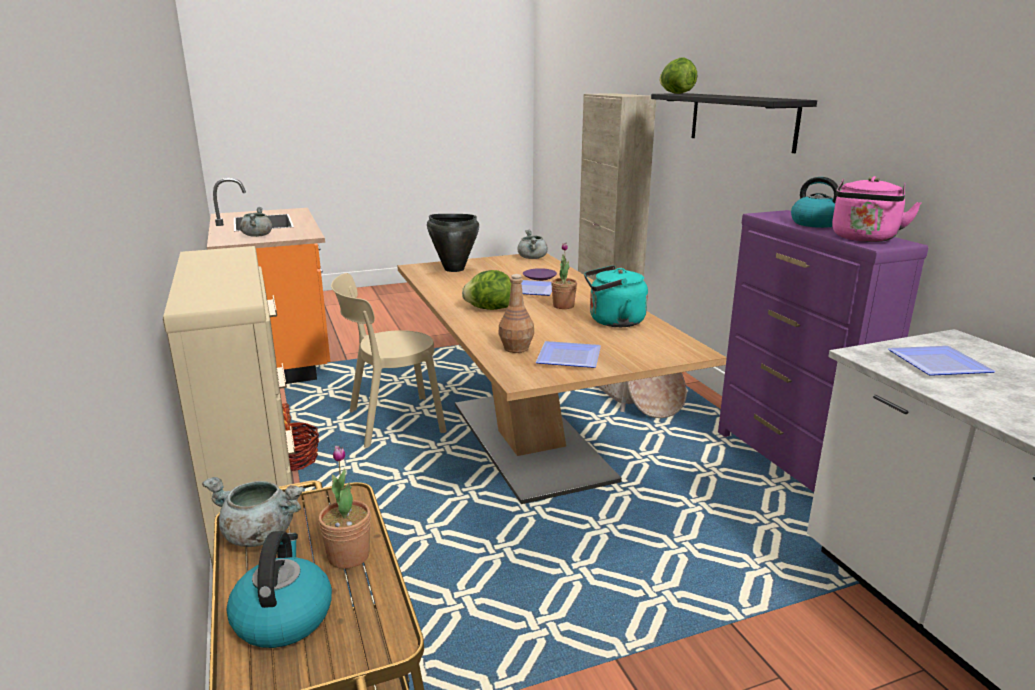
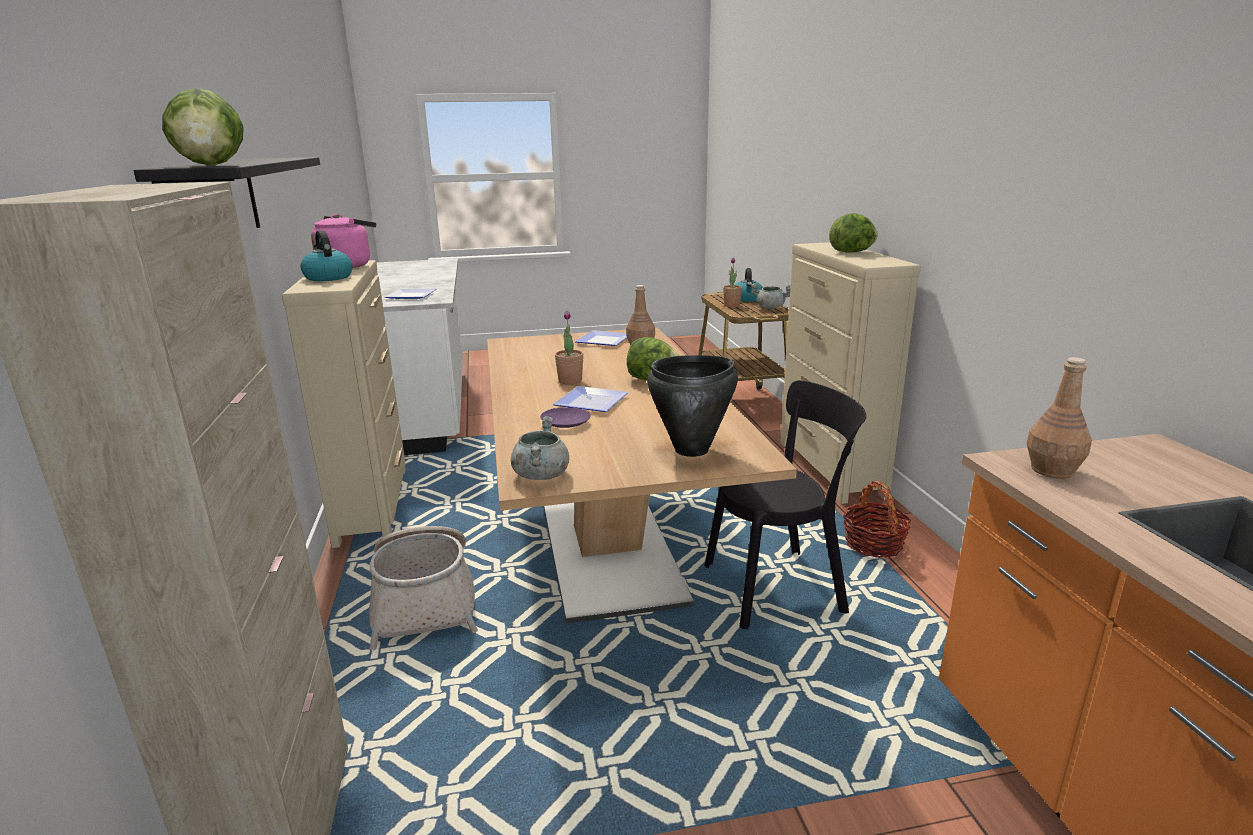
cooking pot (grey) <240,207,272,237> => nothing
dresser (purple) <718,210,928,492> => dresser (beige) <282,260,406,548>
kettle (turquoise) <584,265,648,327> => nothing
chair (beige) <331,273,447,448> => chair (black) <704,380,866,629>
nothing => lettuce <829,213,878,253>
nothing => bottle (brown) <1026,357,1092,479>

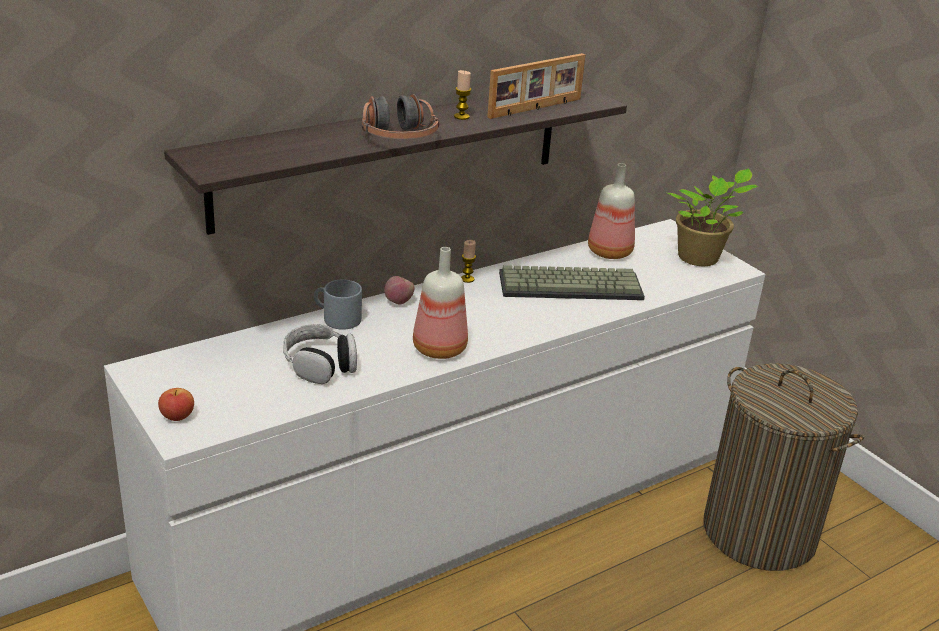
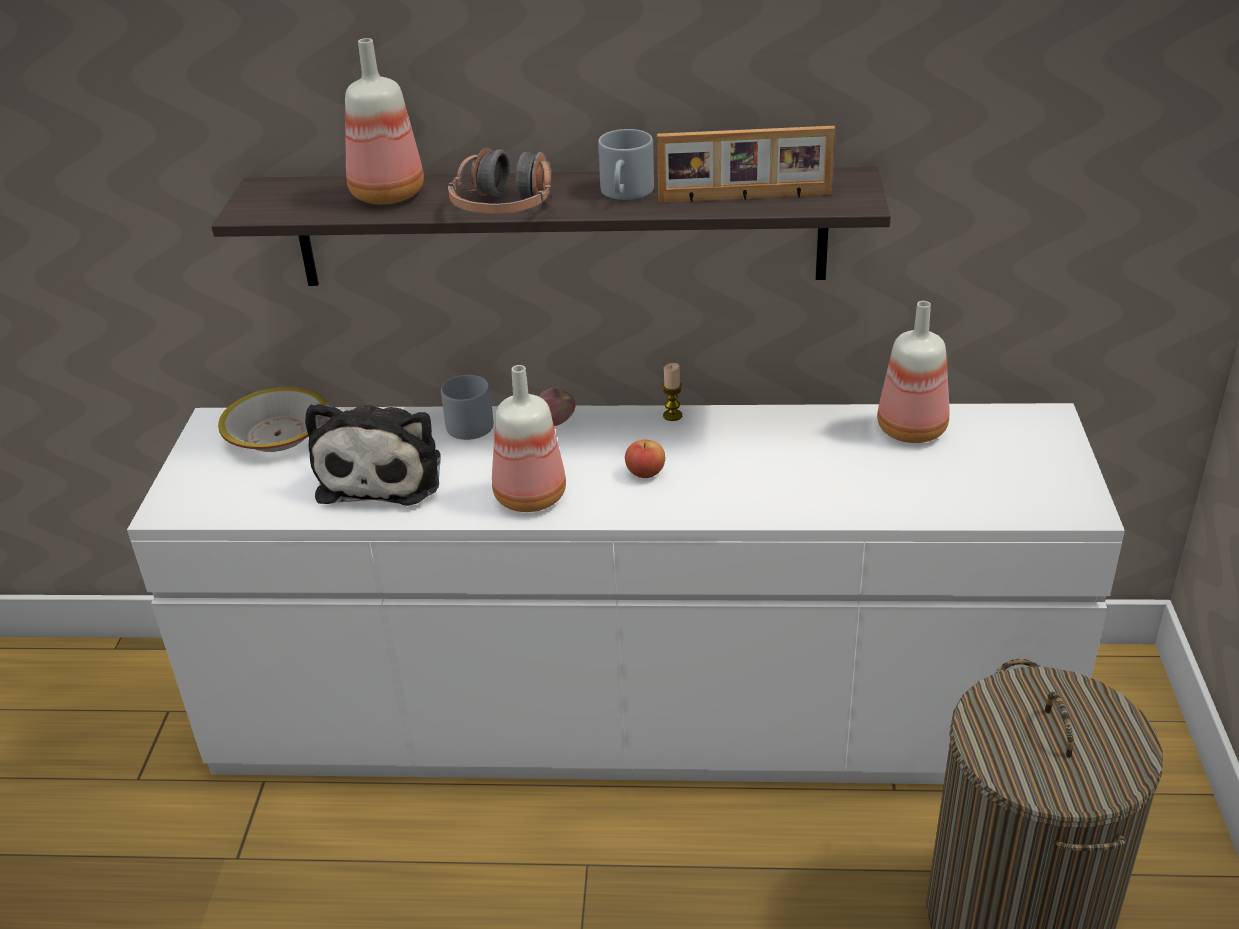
candle <454,70,471,120> => mug (grey) <598,129,654,200>
potted plant <668,169,758,266> => nothing
keyboard <499,265,645,300> => nothing
headphones <283,324,357,384> => plush toy <305,403,441,506>
apple <158,388,194,421> => apple <625,440,665,478>, moved
nothing => bottle <345,38,424,204>
nothing => bowl <218,387,328,452>

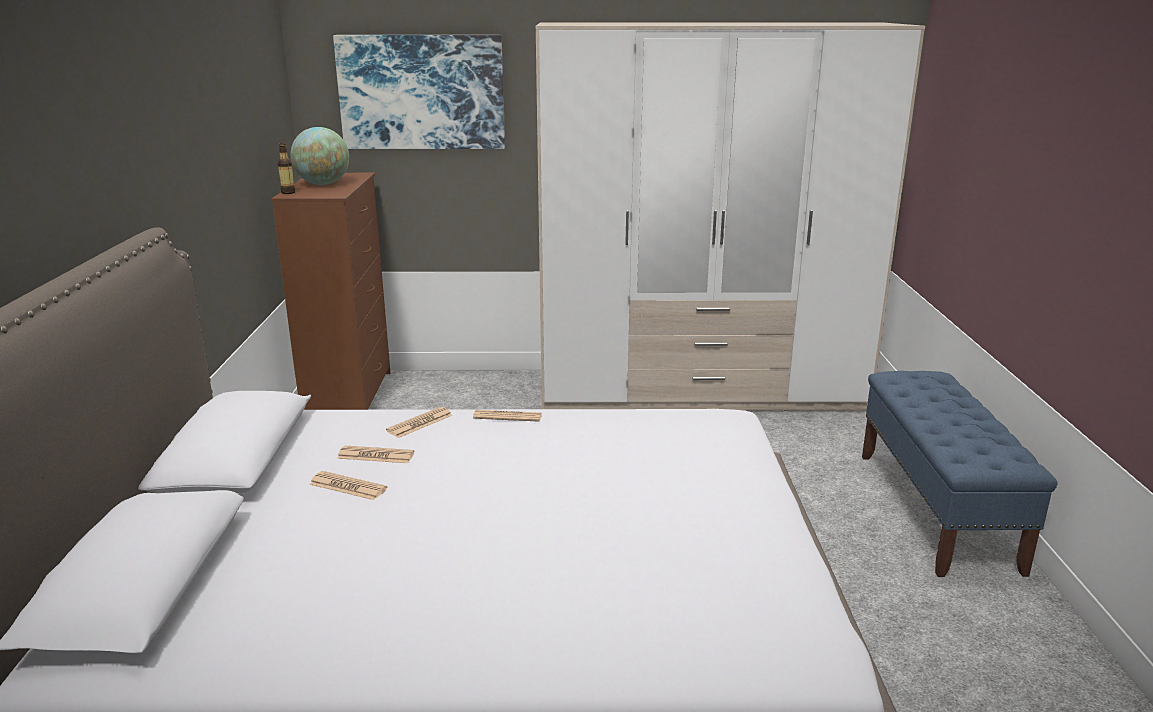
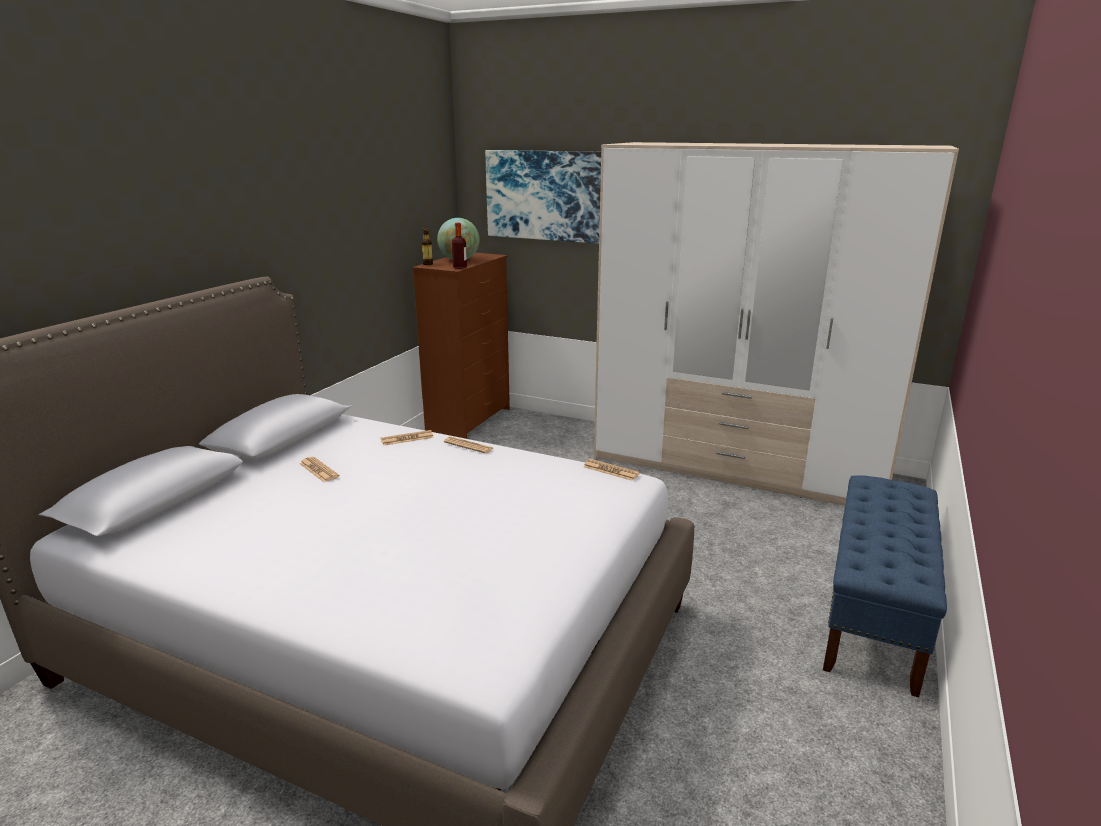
newspaper <337,446,414,463> => newspaper <584,459,640,481>, moved
nothing => bottle <452,223,467,269>

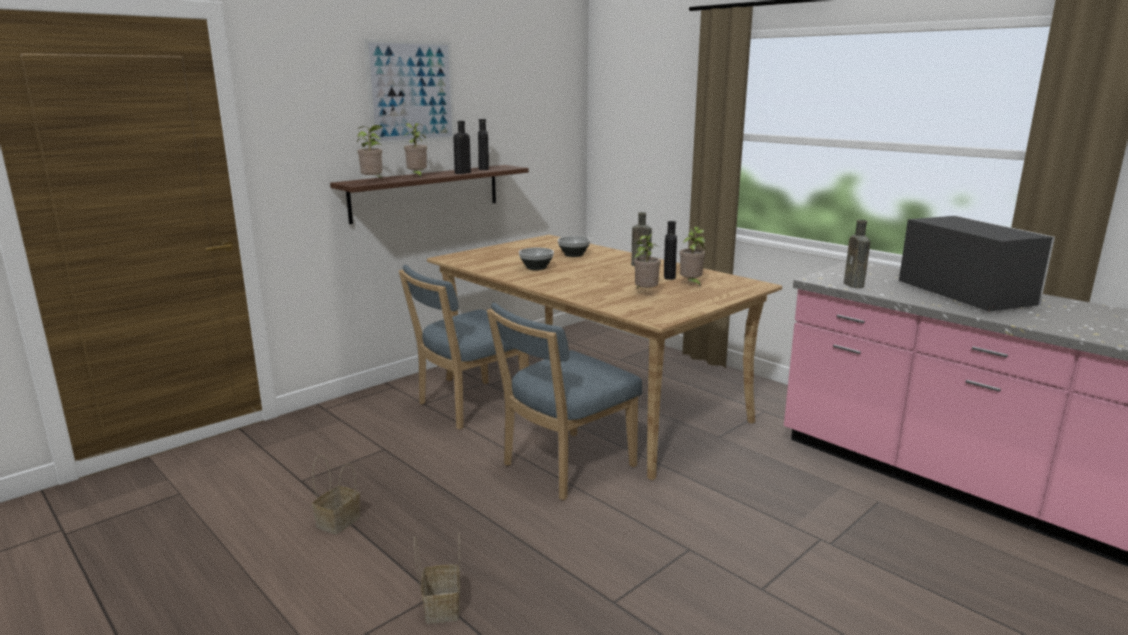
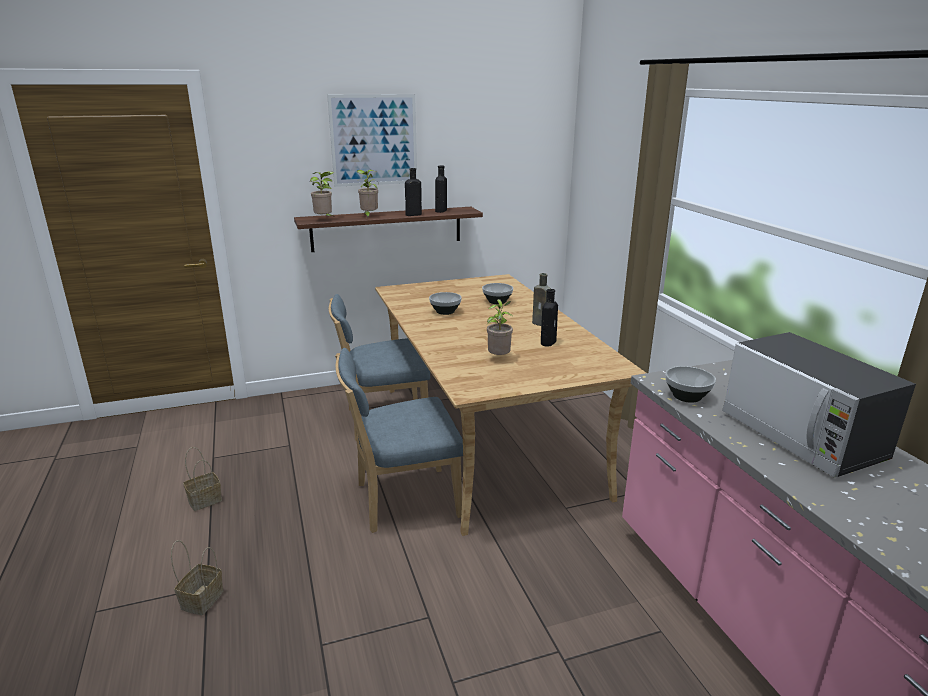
microwave <899,216,1055,312> => microwave <722,332,916,478>, 150 degrees clockwise
bottle (brown) <844,220,870,288> => bowl <665,366,716,403>
potted plant <680,227,705,286> => nothing

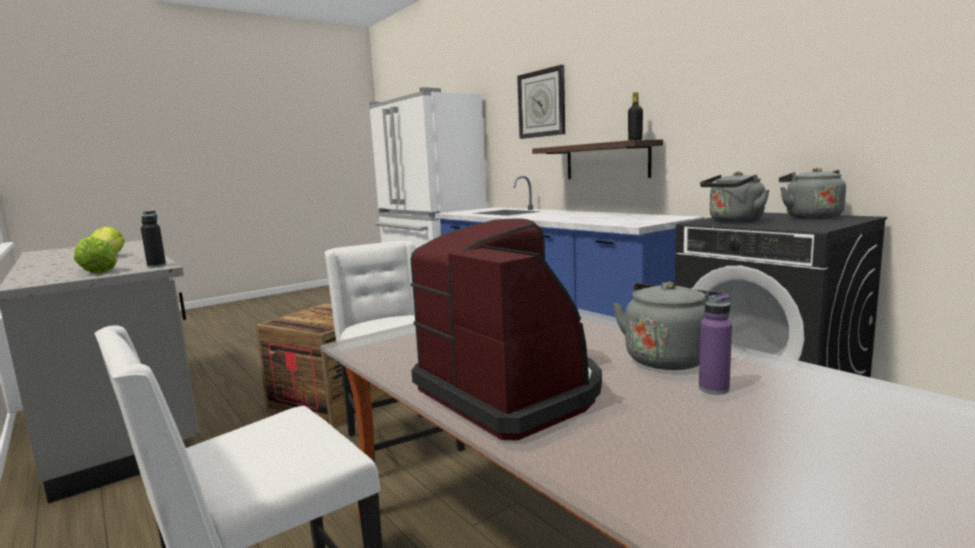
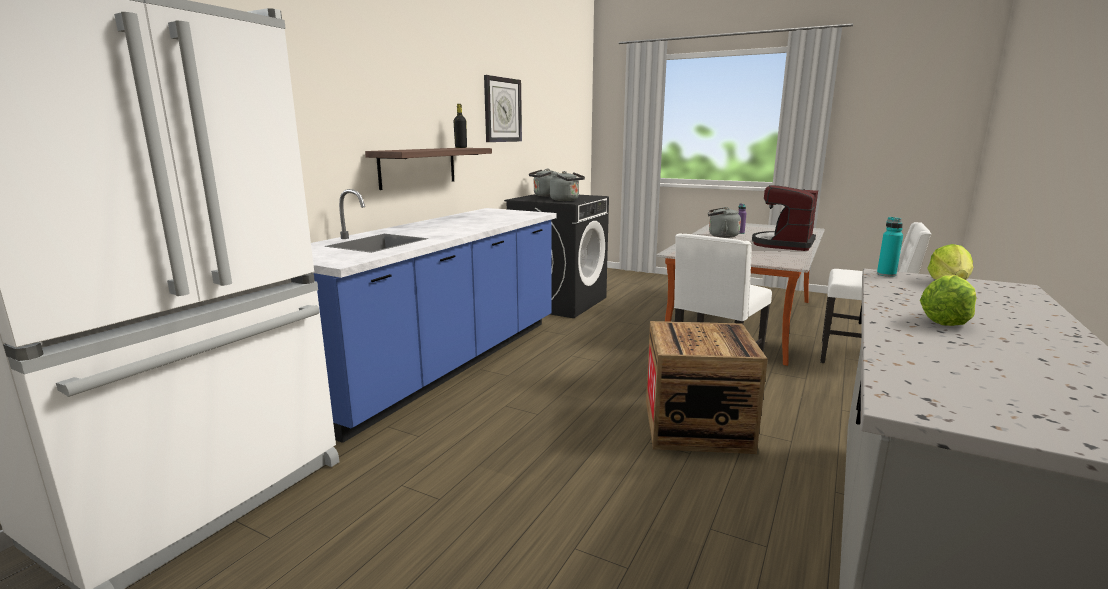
wall clock <517,65,565,139> => wall clock <484,75,522,142>, moved
bottle (black) <141,211,166,268> => bottle (turquoise) <877,217,903,277>

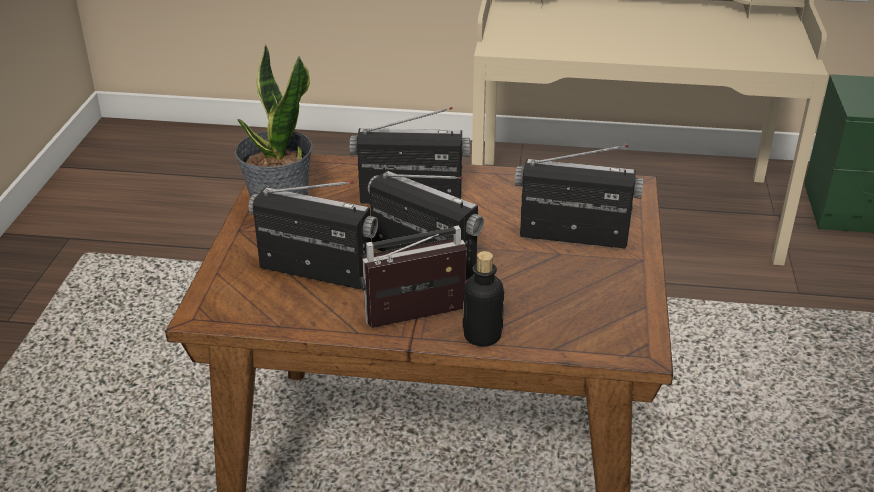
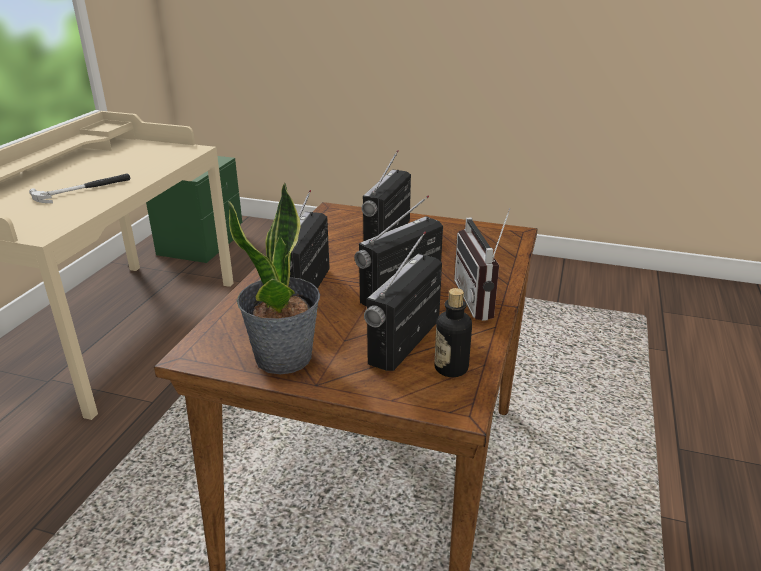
bottle <463,251,504,347> => bottle <434,288,472,377>, moved
nothing => hammer <29,173,130,203>

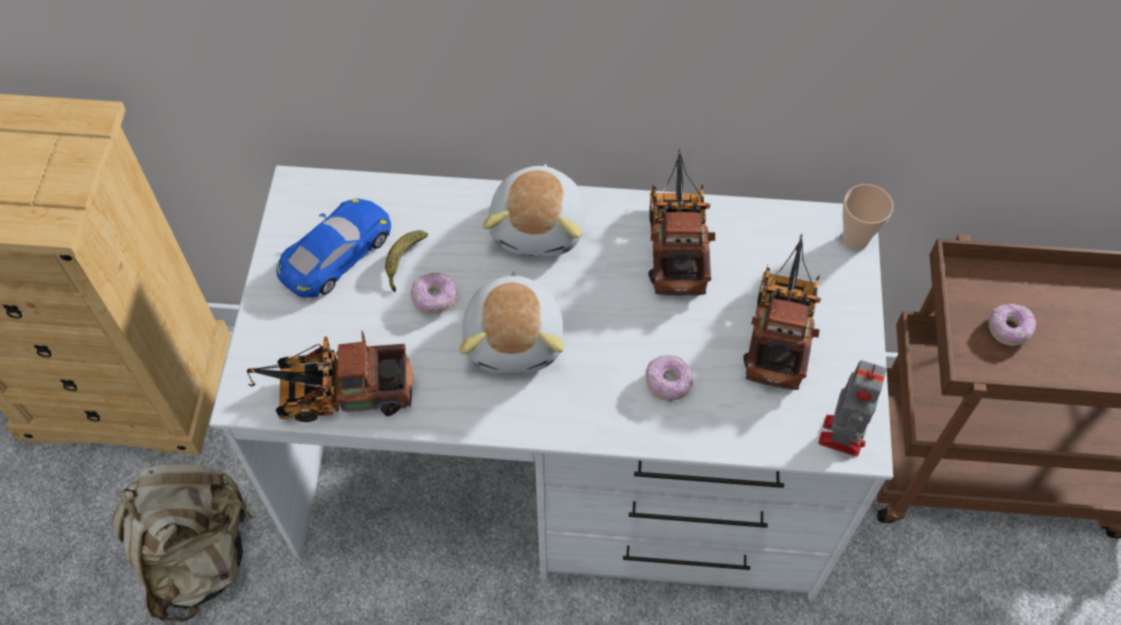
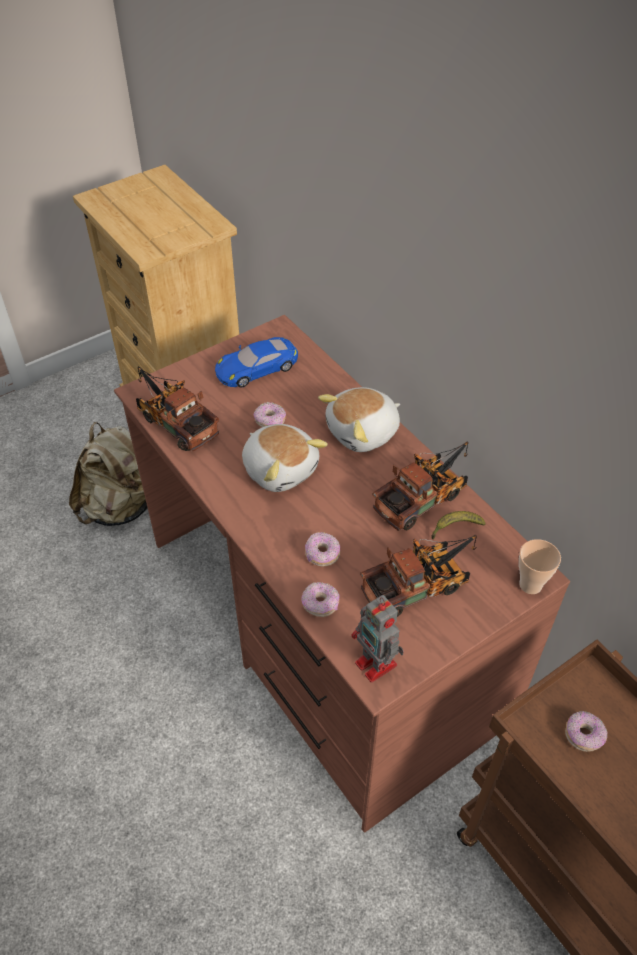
desk (white) <209,165,893,601> => desk (brown) <114,315,570,832>
toy car (blue) <276,199,391,298> => toy car (blue) <215,337,298,388>, 150 degrees clockwise
banana <385,230,428,292> => banana <431,511,486,539>, moved
plush toy <460,271,564,374> => plush toy <242,424,328,492>, 90 degrees counterclockwise
toy robot <818,360,886,456> => toy robot <351,595,404,683>, 75 degrees clockwise
nothing => donut <302,582,339,617>

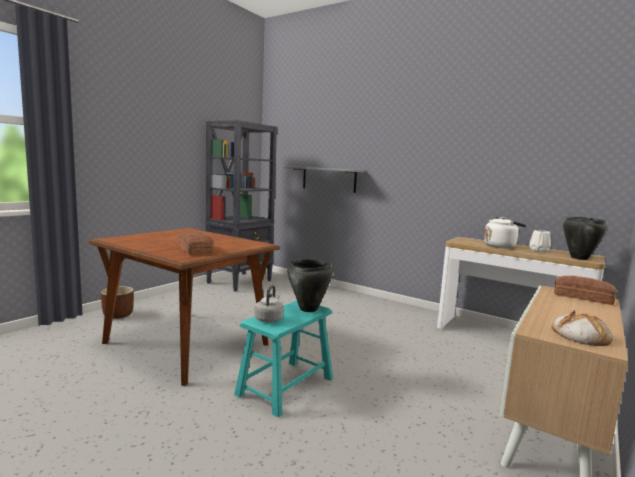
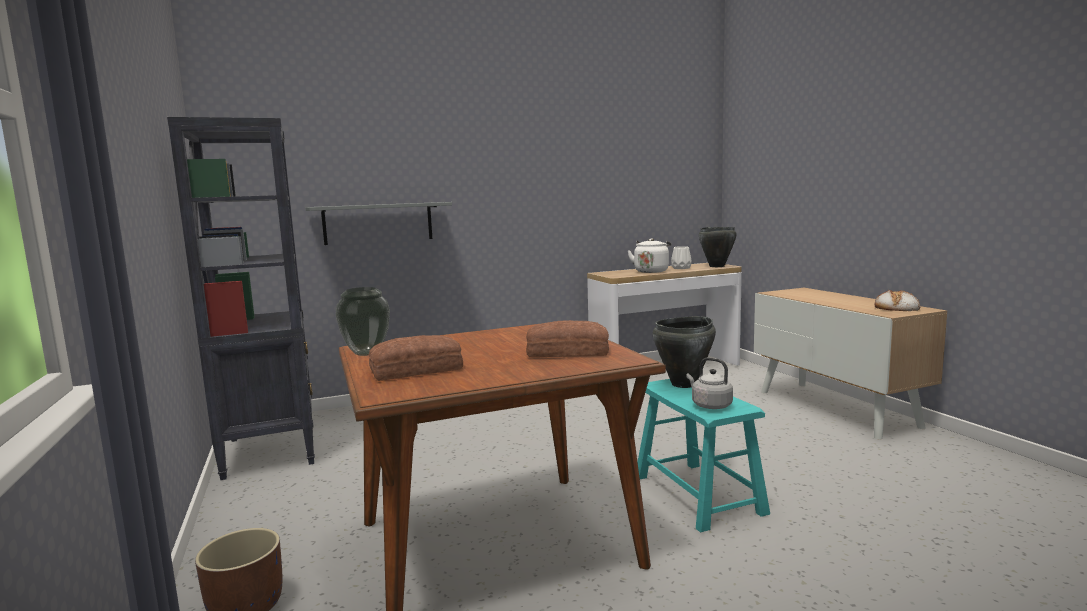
bread <554,276,617,305> => bread <369,335,463,381>, moved
nothing => vase <336,287,390,356>

